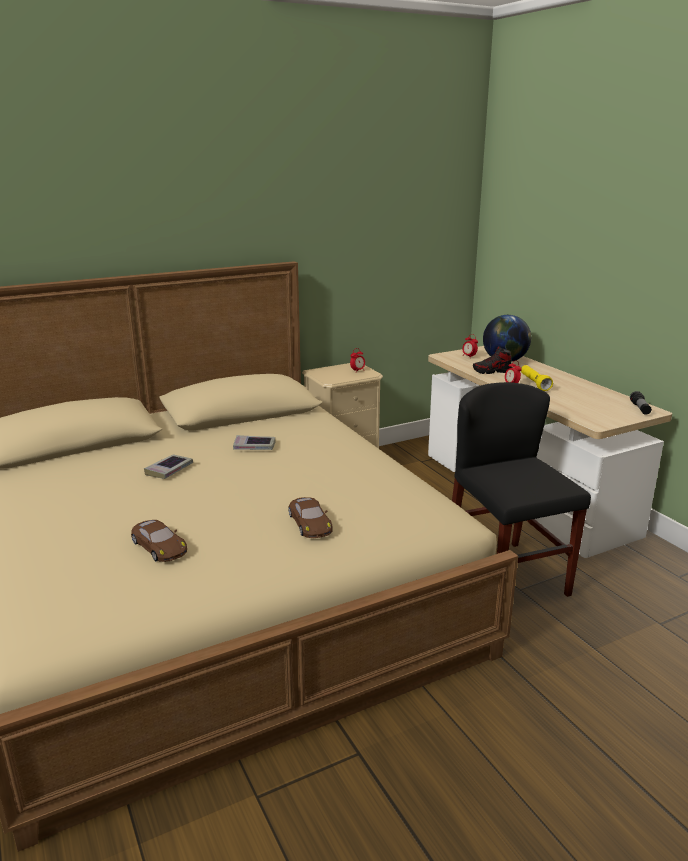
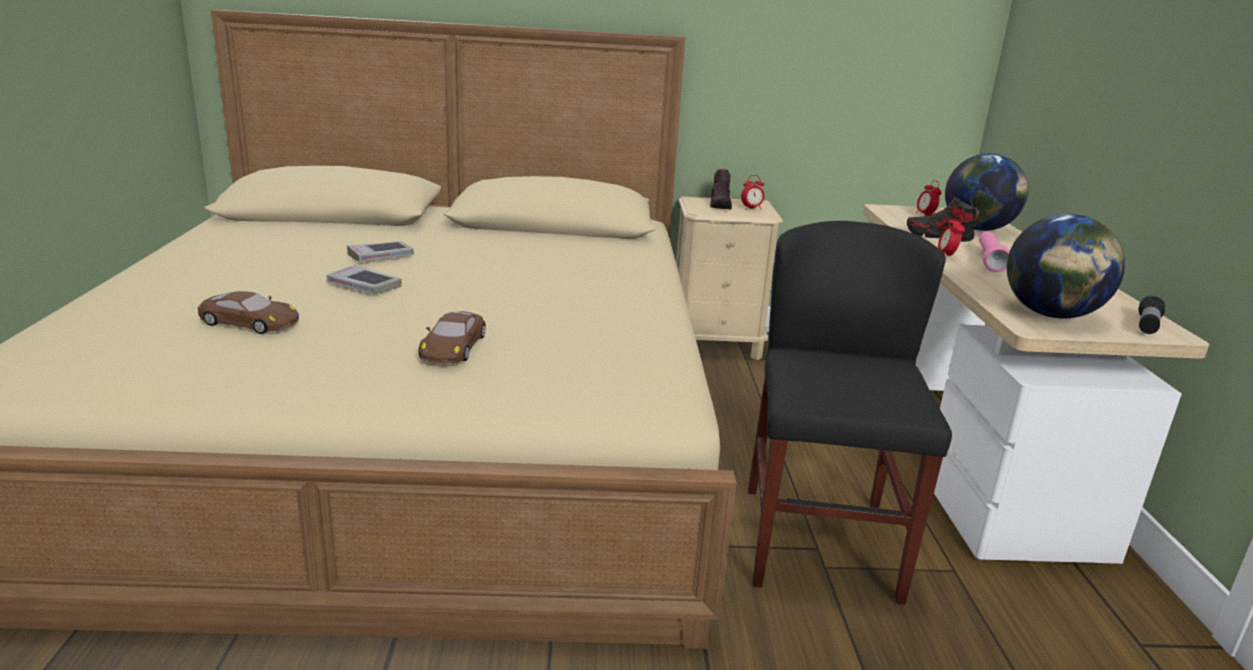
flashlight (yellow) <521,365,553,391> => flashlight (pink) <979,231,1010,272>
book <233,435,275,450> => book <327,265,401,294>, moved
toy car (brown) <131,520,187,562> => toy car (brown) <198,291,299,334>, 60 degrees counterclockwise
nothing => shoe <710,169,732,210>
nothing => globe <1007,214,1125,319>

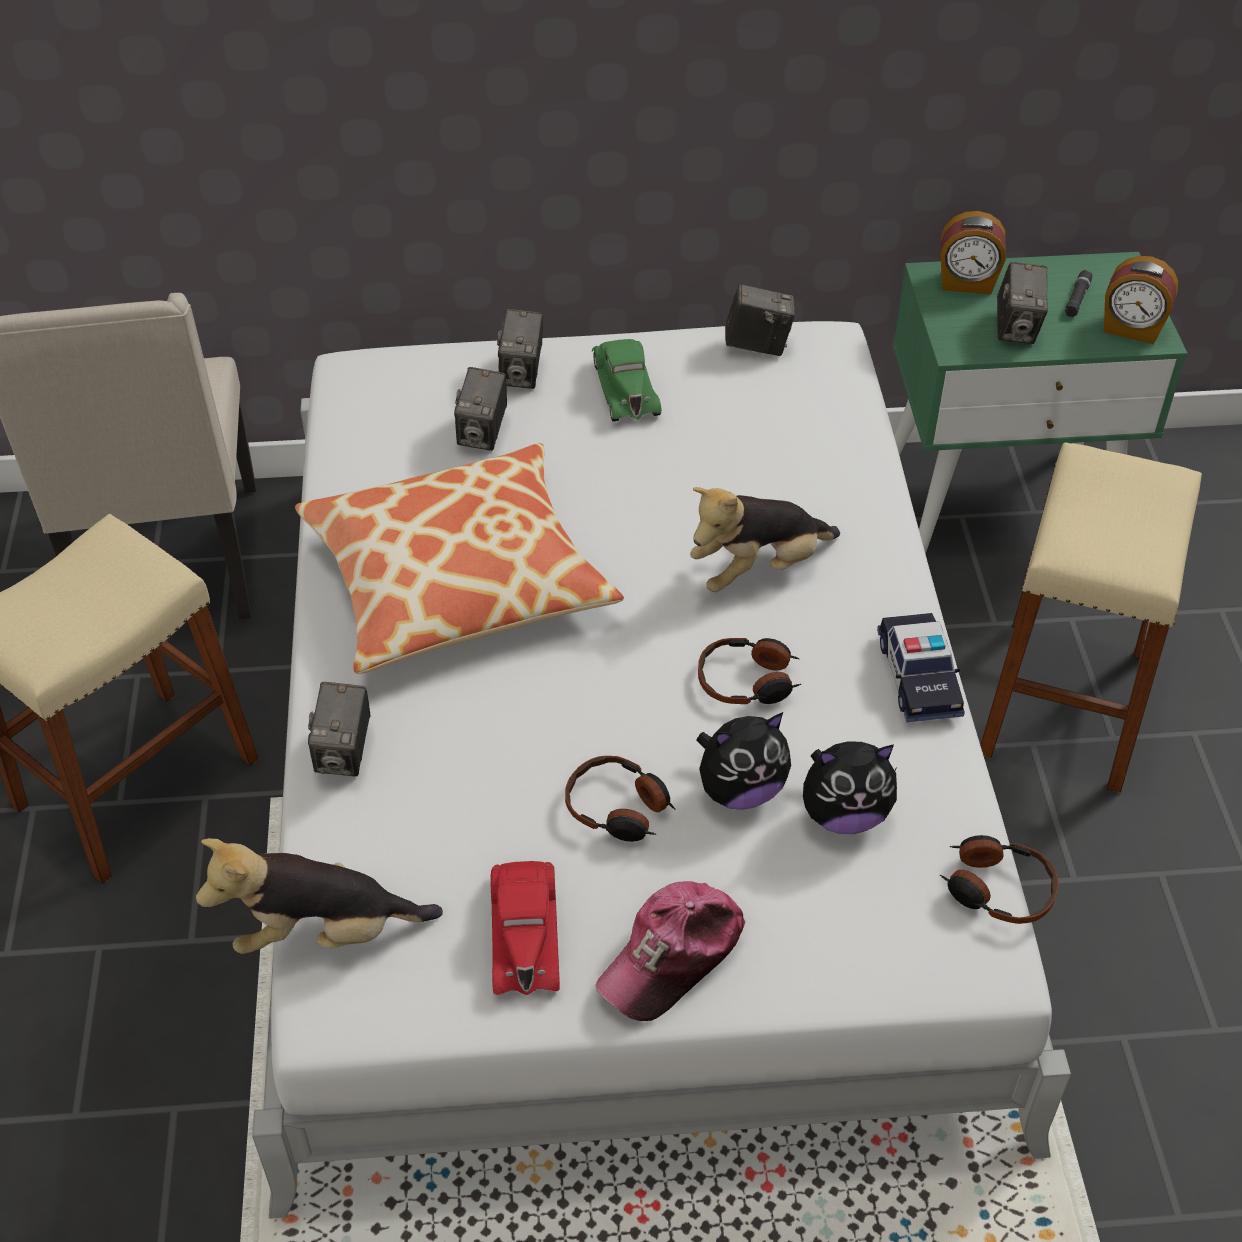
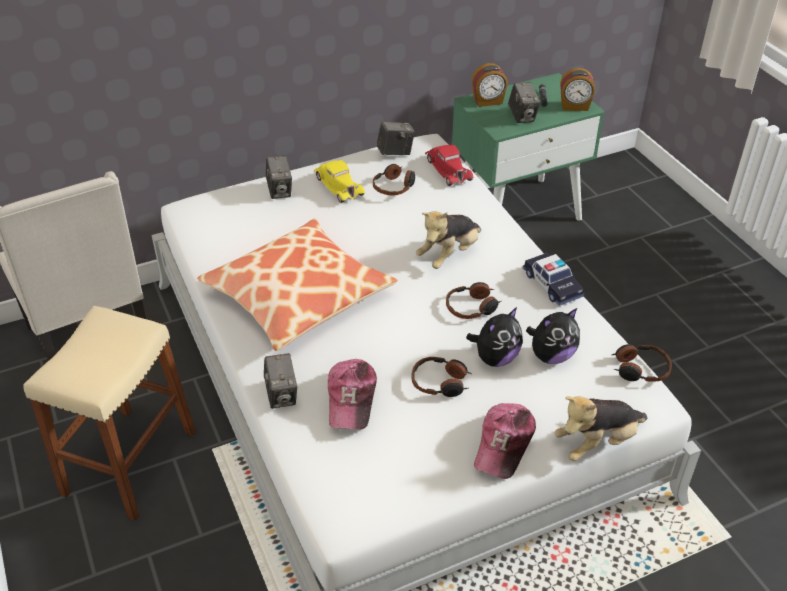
toy car (green) <592,339,662,422> => toy car (yellow) <314,160,365,203>
photo camera <454,367,507,451> => nothing
stool (beige) <980,443,1202,793> => nothing
plush toy <196,838,443,954> => plush toy <555,396,647,461>, moved
toy car (red) <490,861,560,995> => toy car (red) <425,145,474,186>, moved
nothing => headphones <373,164,415,195>
nothing => cap <328,359,377,430>

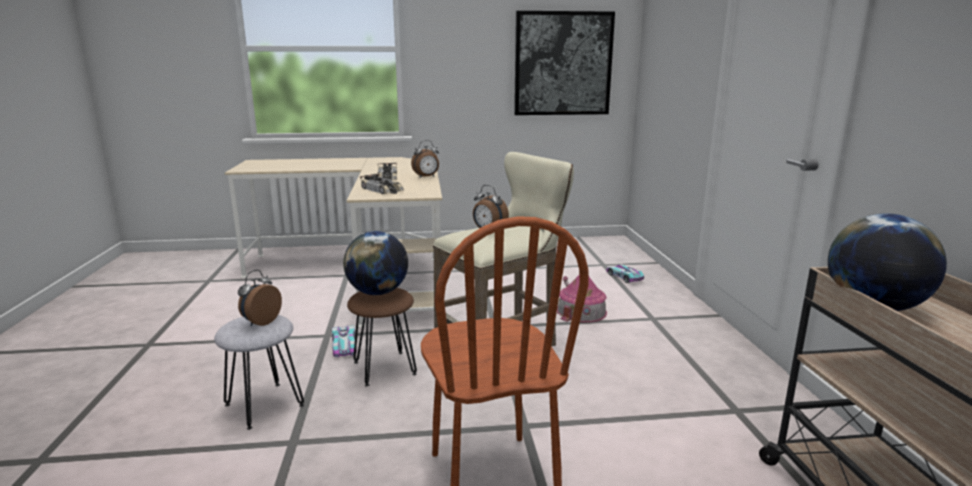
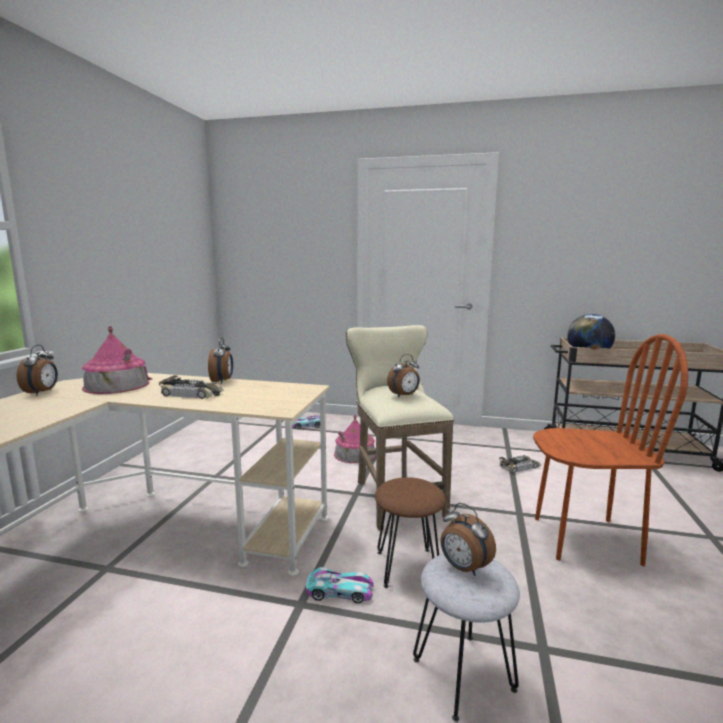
picture <514,11,615,115> => nothing
toy car <360,174,404,194> => toy car <499,455,541,473>, moved
globe <343,231,408,295> => nothing
nothing => toy house <82,326,153,394>
nothing => alarm clock <16,345,58,396>

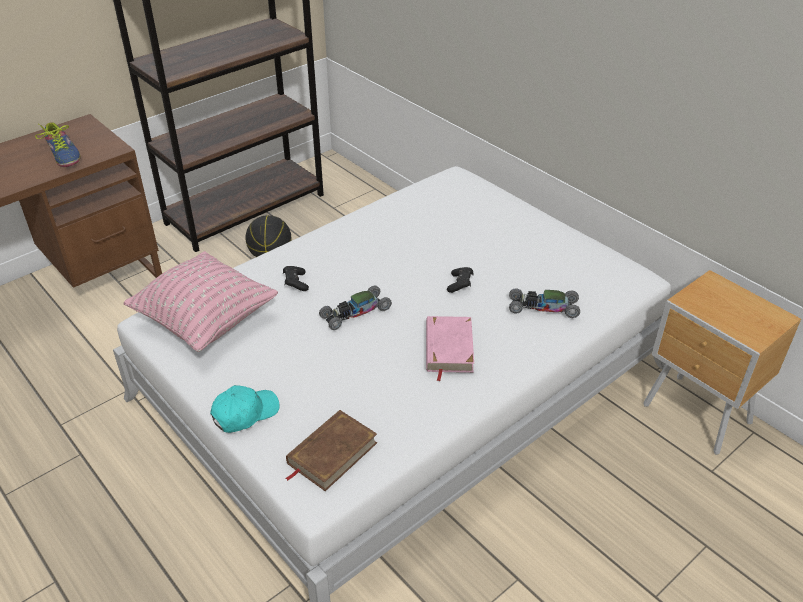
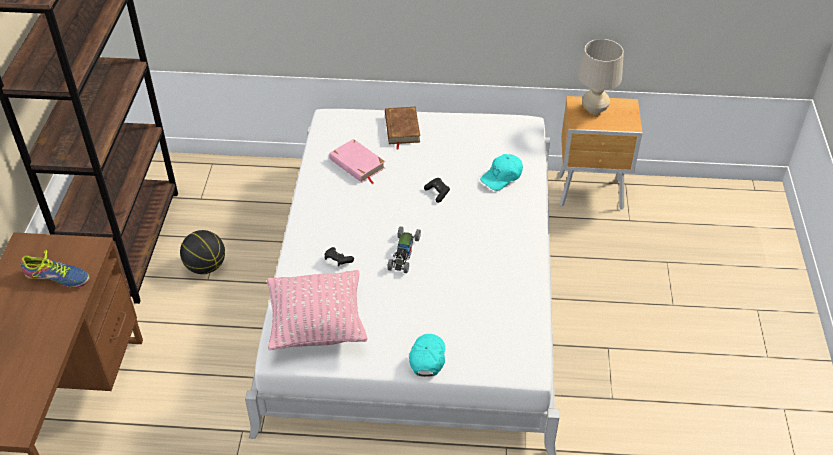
toy car <509,288,580,318> => cap (turquoise) <480,154,523,191>
book (pink) <426,316,474,381> => book (pink) <329,139,385,184>, moved
book (brown) <285,410,377,491> => book (brown) <385,107,420,150>, moved
nothing => table lamp (beige) <578,39,624,114>

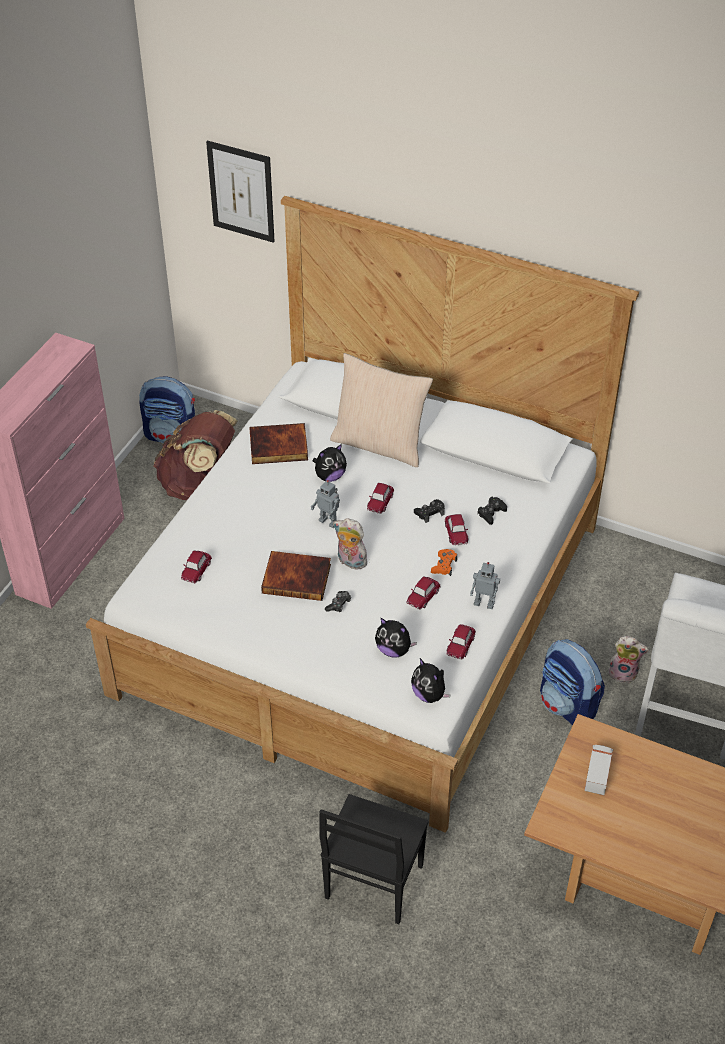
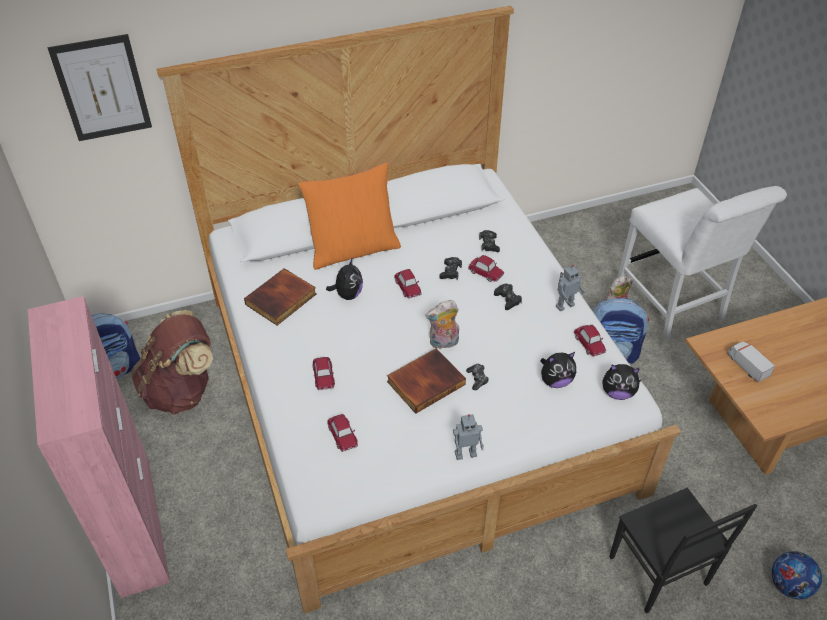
pillow (beige) <330,353,433,467> => pillow (orange) <298,162,401,270>
toy robot <311,480,340,528> => toy robot <453,414,484,460>, moved
game controller (orange) <431,549,457,576> => game controller (black) <494,284,522,310>
toy car <406,576,441,610> => toy car <313,357,335,390>, moved
nothing => football <772,551,822,599>

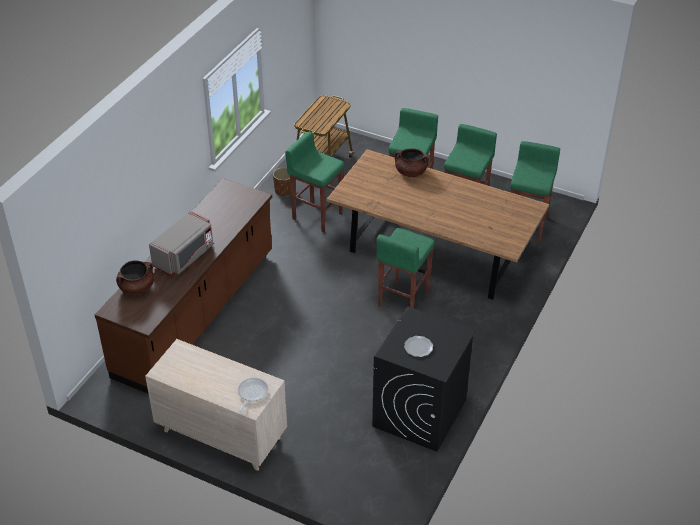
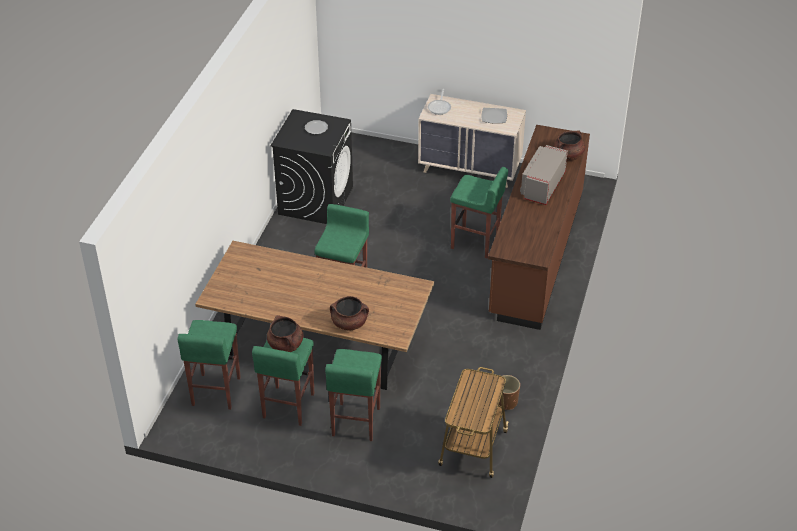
stool (green) <285,132,345,233> => stool (green) <450,167,508,259>, moved
nothing => plate <481,108,507,124>
nothing => cooking pot (brown) <267,315,303,352>

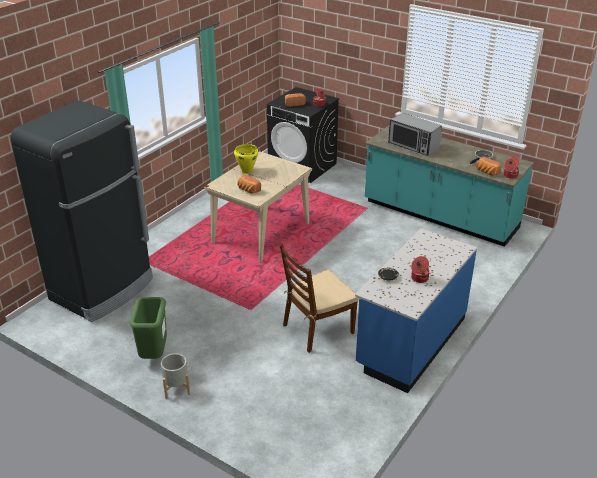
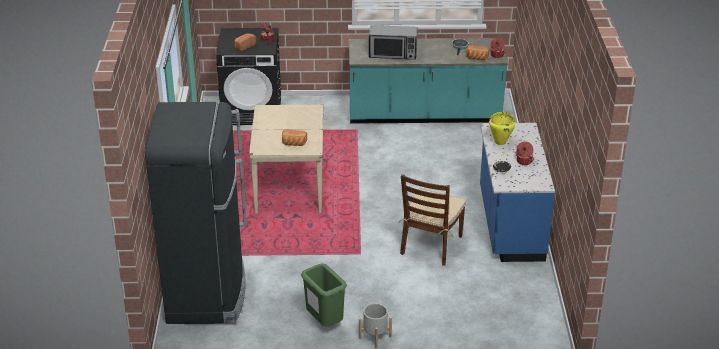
cooking pot (yellow) <234,144,258,174> => cooking pot (yellow) <489,112,515,145>, moved

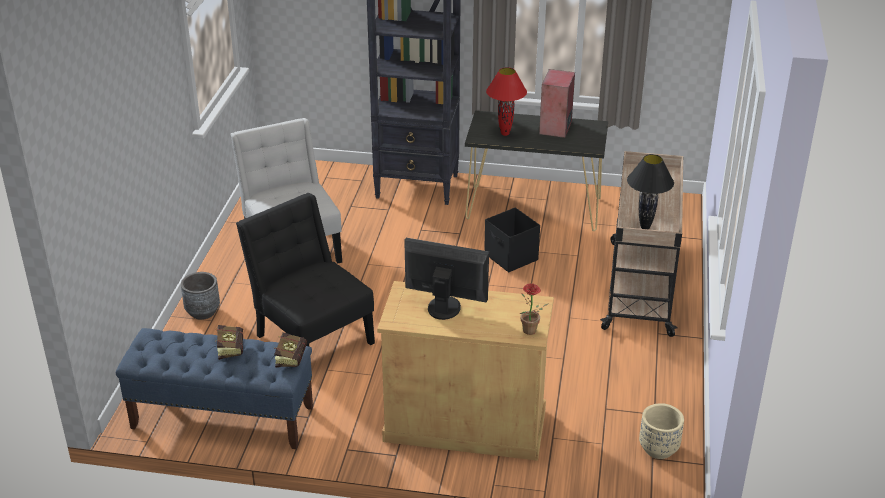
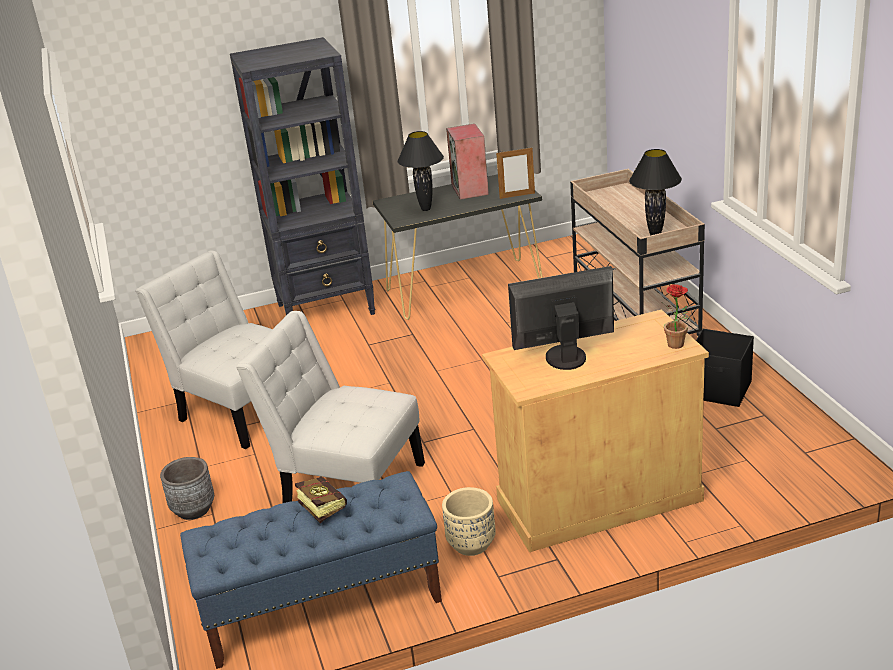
table lamp (red) <486,67,527,136> => table lamp (black) <397,131,444,211>
chair (black) <236,193,375,346> => chair (white) <236,311,425,503>
storage box (black) <484,207,540,272> => storage box (black) <696,329,754,407>, moved
book <274,332,307,367> => nothing
planter (beige) <639,403,684,459> => planter (beige) <442,487,496,556>, moved
nothing => picture frame <496,148,535,199>

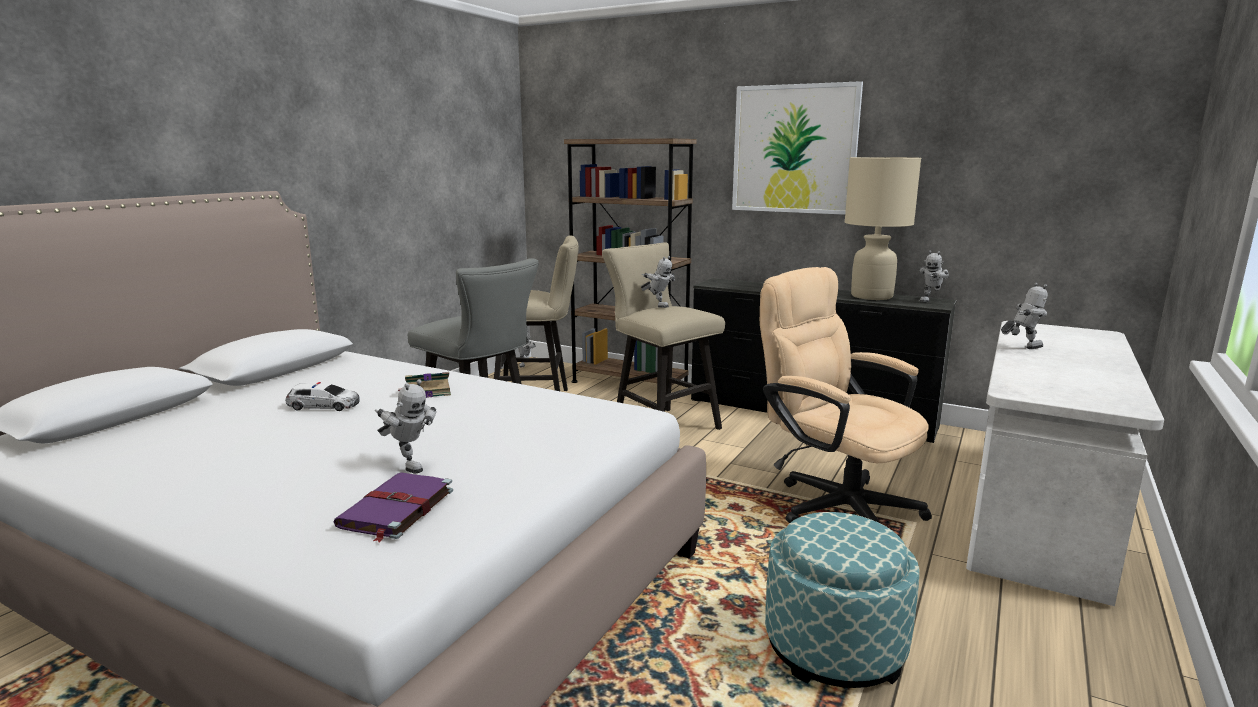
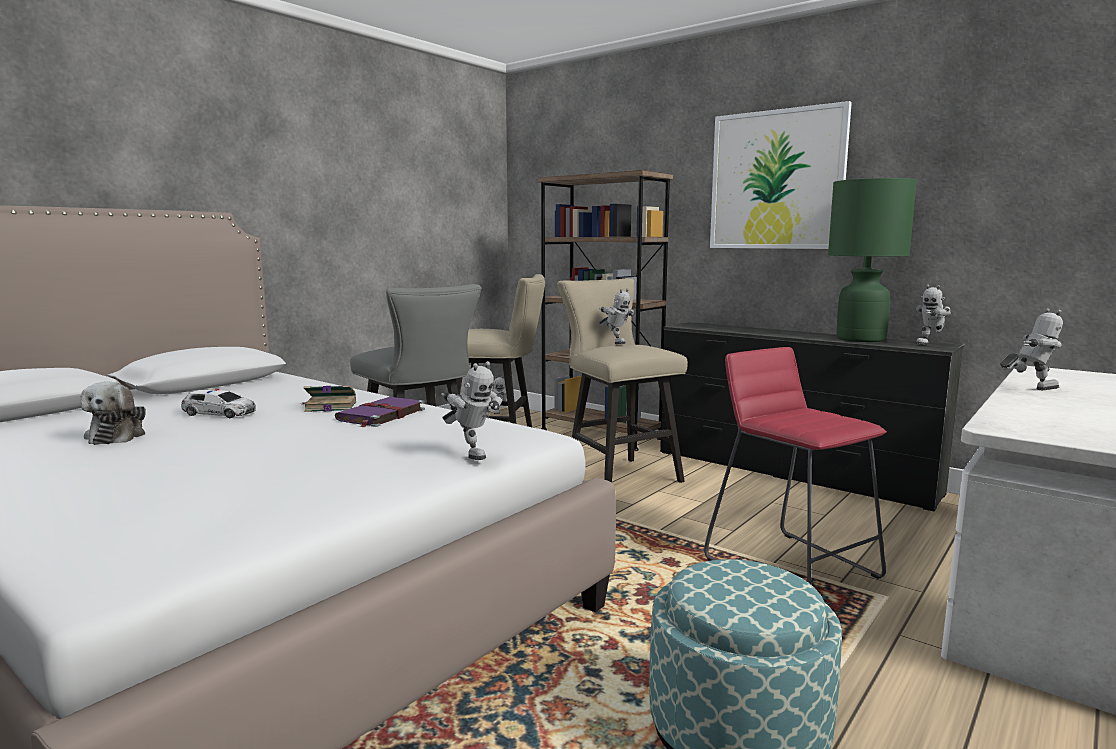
table lamp (beige) <845,157,921,300> => table lamp (green) <828,178,917,342>
office chair (beige) <760,267,932,524> => stool (red) <704,347,887,584>
toy robot <375,379,436,473> => toy robot <441,361,503,460>, moved
book (purple) <334,472,453,542> => book (purple) <335,397,425,427>, moved
nothing => plush toy <80,381,146,445>

